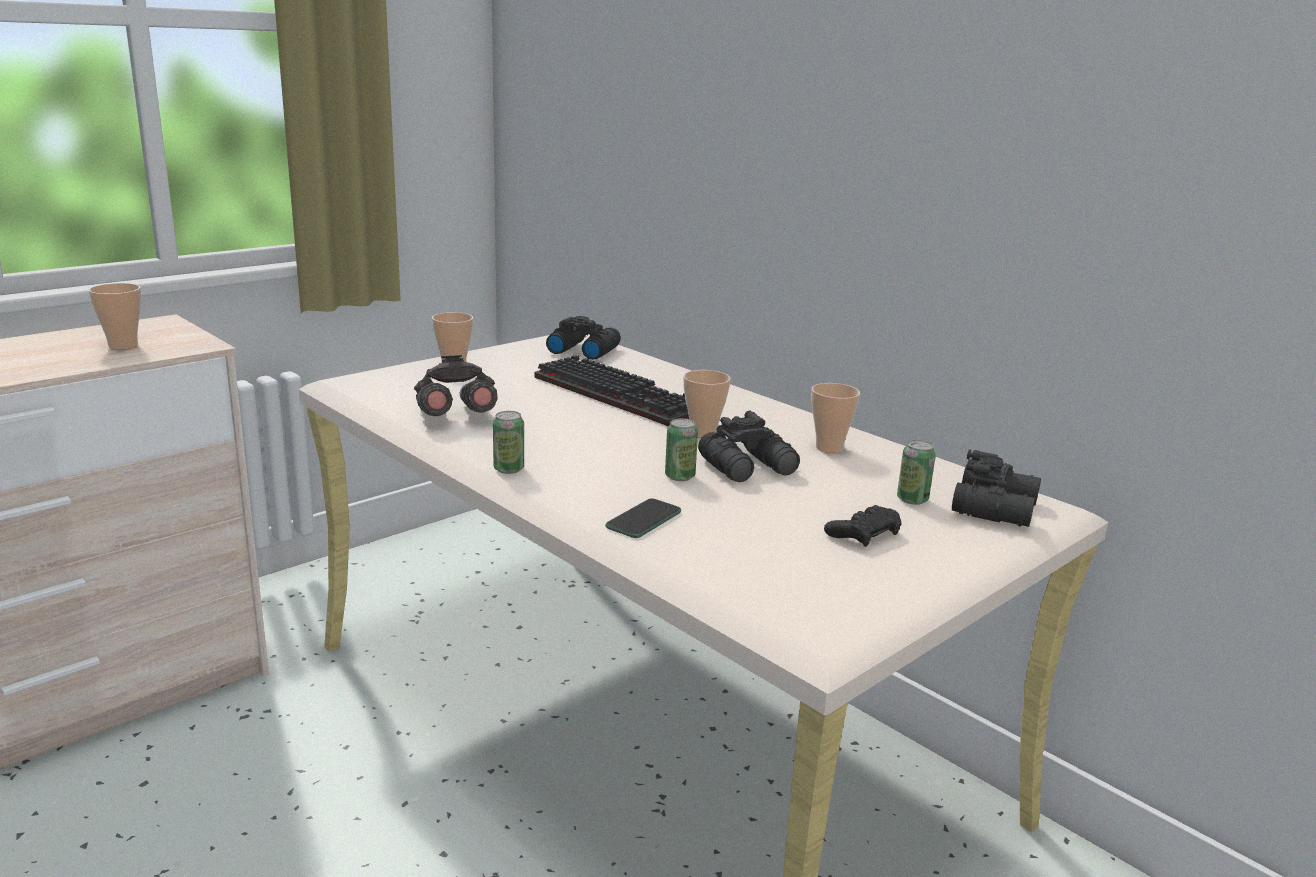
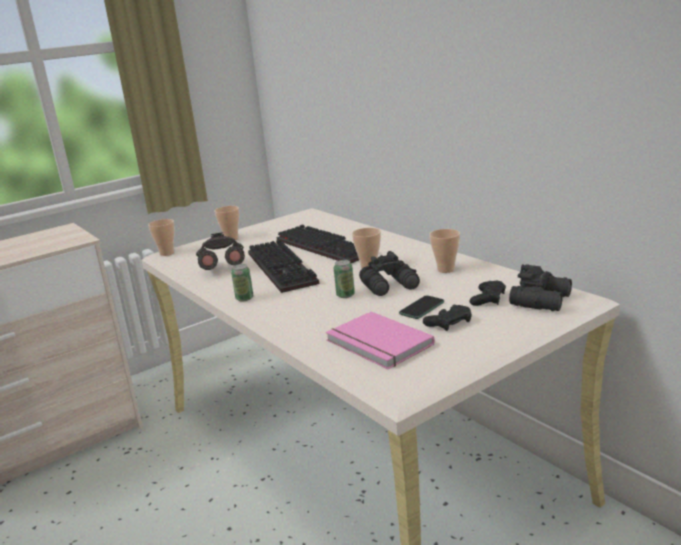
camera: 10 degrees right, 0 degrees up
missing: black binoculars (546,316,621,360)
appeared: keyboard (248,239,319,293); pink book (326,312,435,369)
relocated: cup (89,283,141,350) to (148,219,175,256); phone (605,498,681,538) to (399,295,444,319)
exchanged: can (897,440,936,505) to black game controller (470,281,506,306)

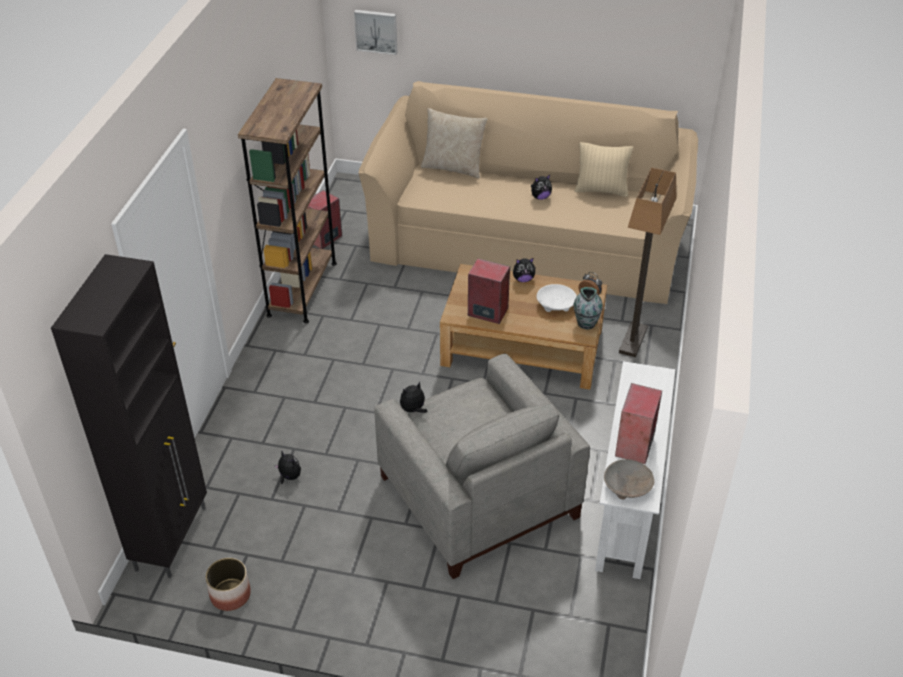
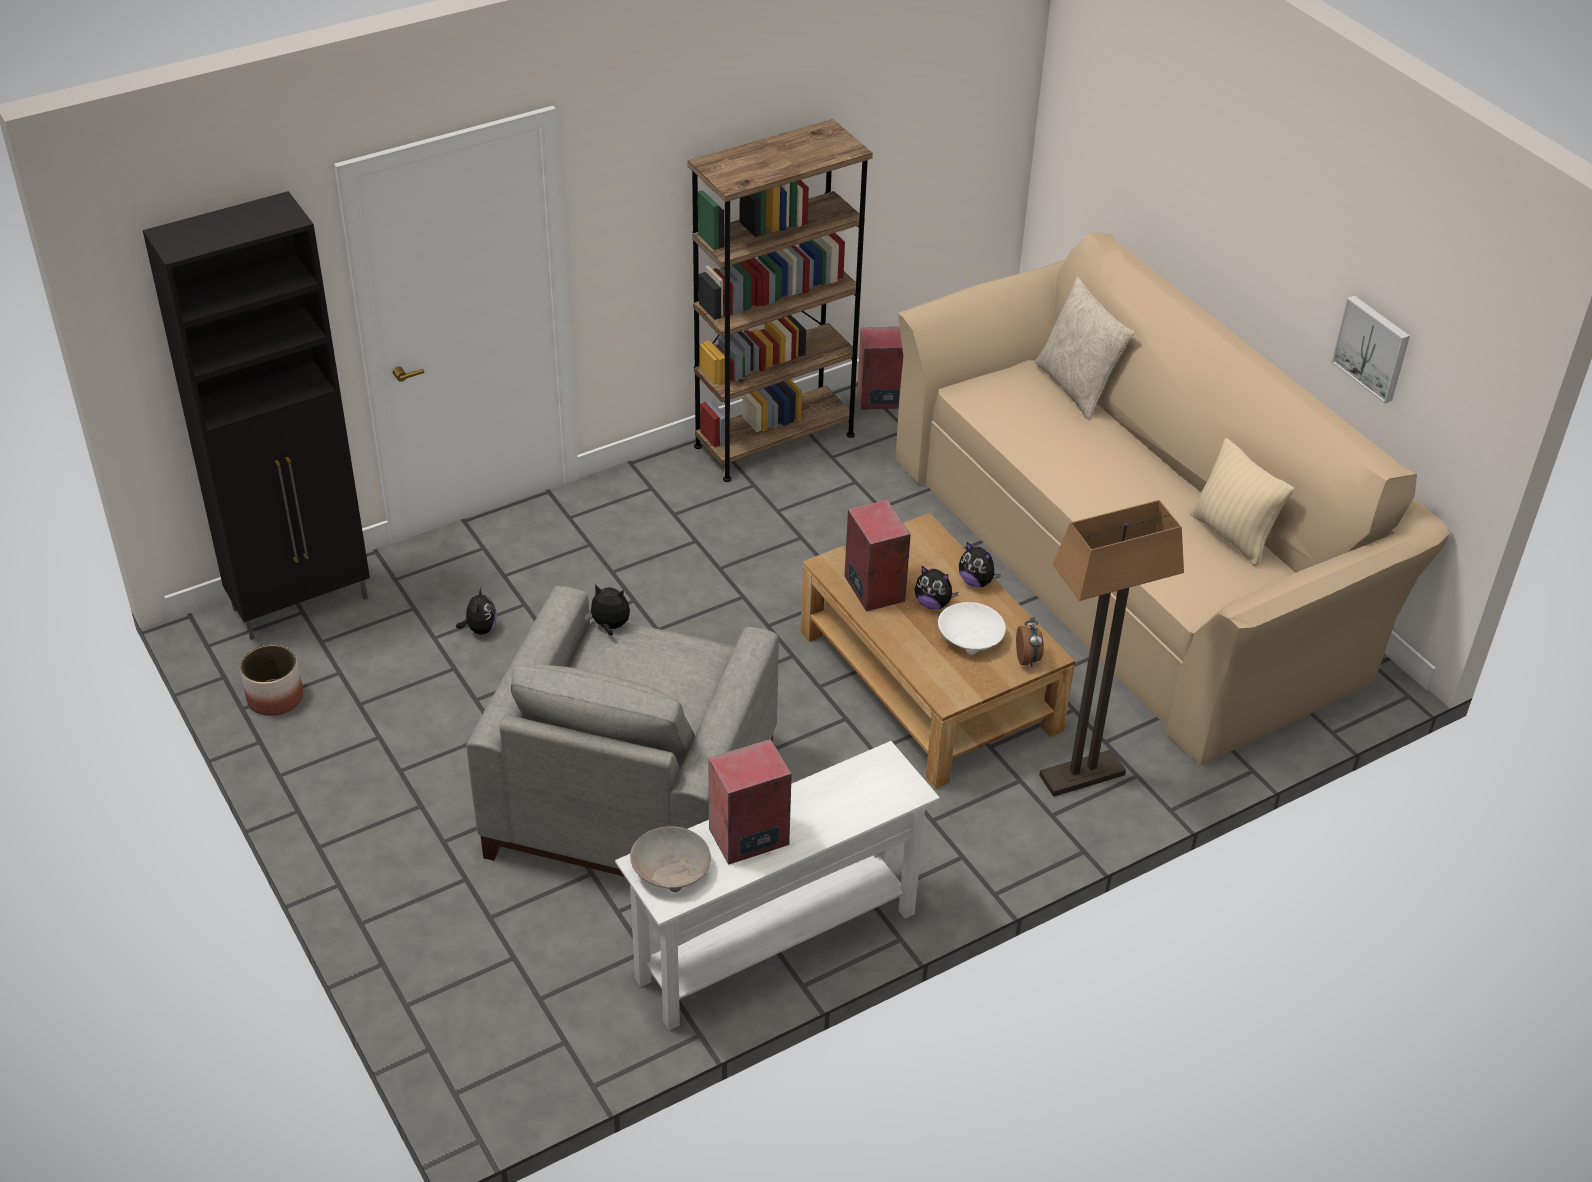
camera: 45 degrees right, 0 degrees up
missing: vase (573,287,603,329)
relocated: picture (354,10,397,55) to (1331,295,1410,403); plush toy (530,175,552,200) to (915,566,958,609)

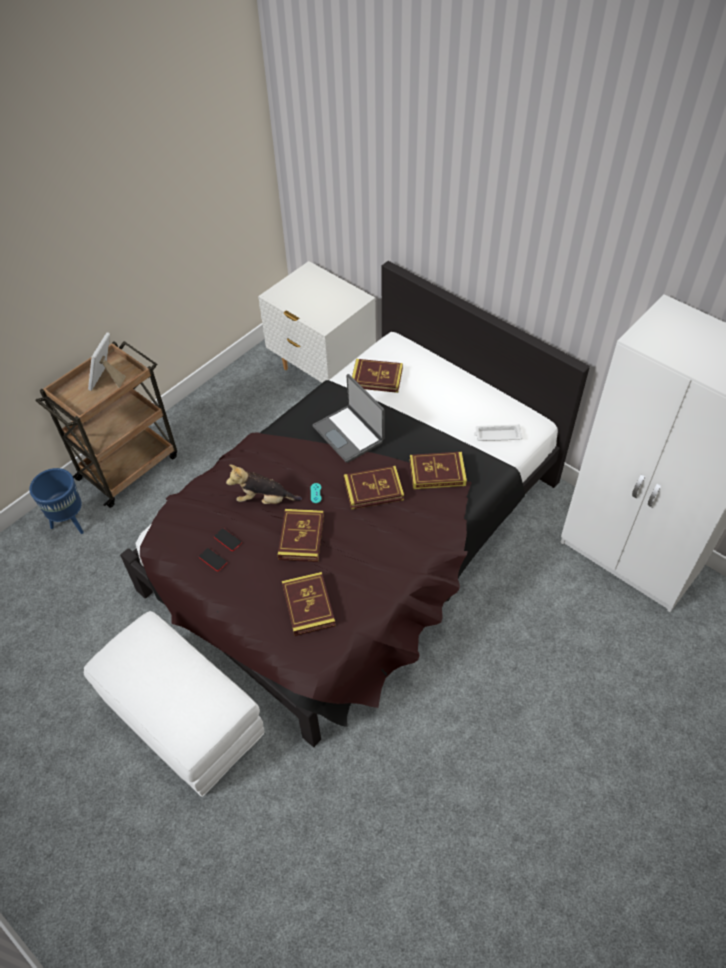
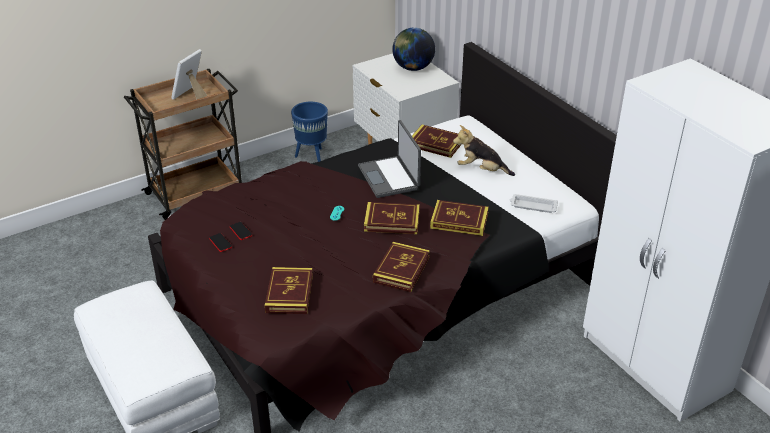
camera: 15 degrees right, 15 degrees down
appeared: globe (392,28,435,71)
relocated: blue planter (29,468,84,534) to (291,102,328,162); plush toy (226,465,302,504) to (453,125,515,176); book (278,509,324,562) to (373,242,430,292)

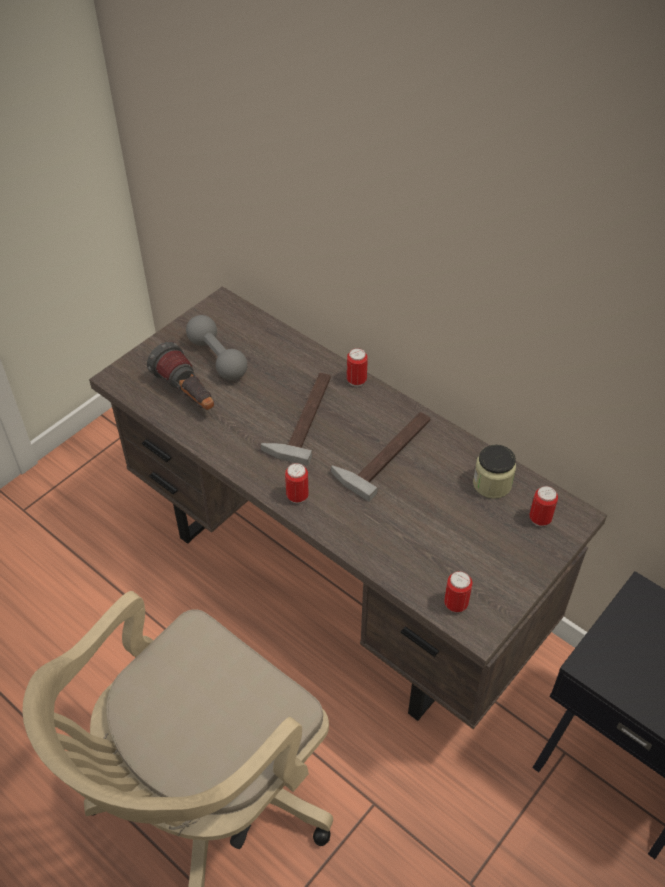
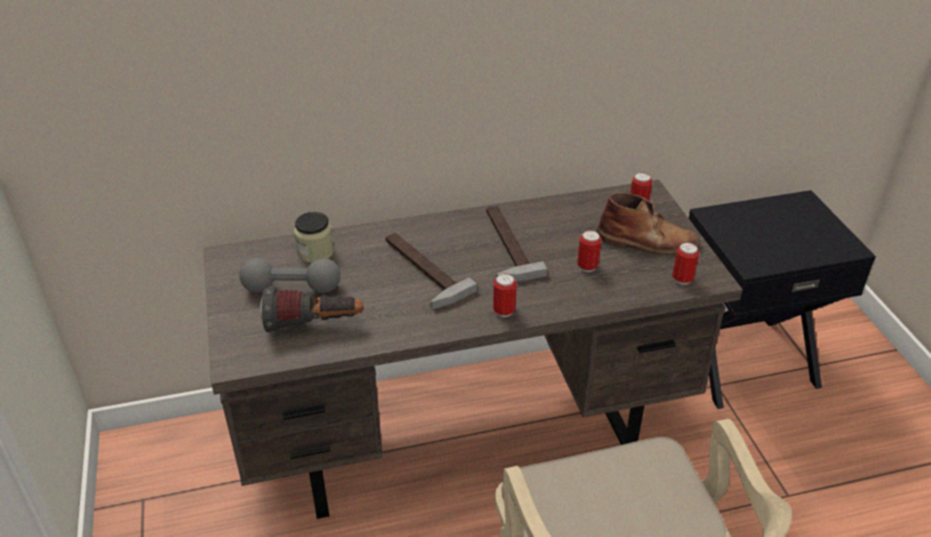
camera: 55 degrees left, 10 degrees down
appeared: brown boot (597,192,701,255)
relocated: can (347,348,368,387) to (577,230,602,272); jar (473,445,516,499) to (294,212,334,263)

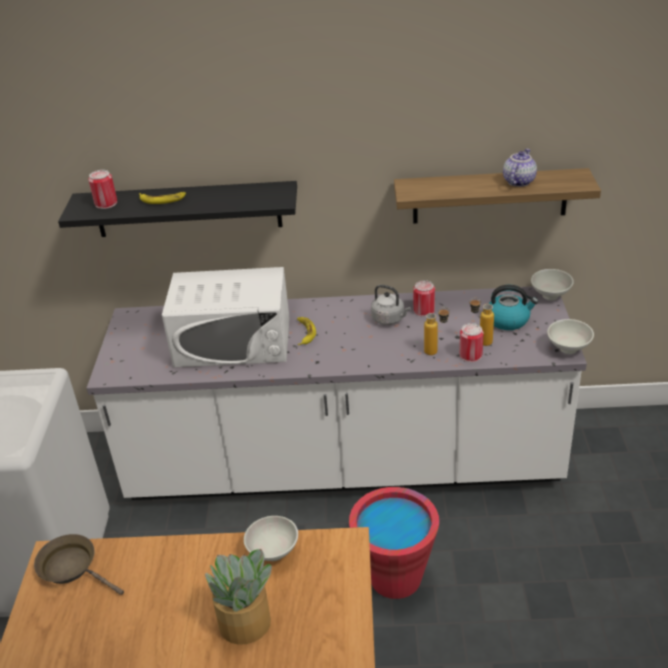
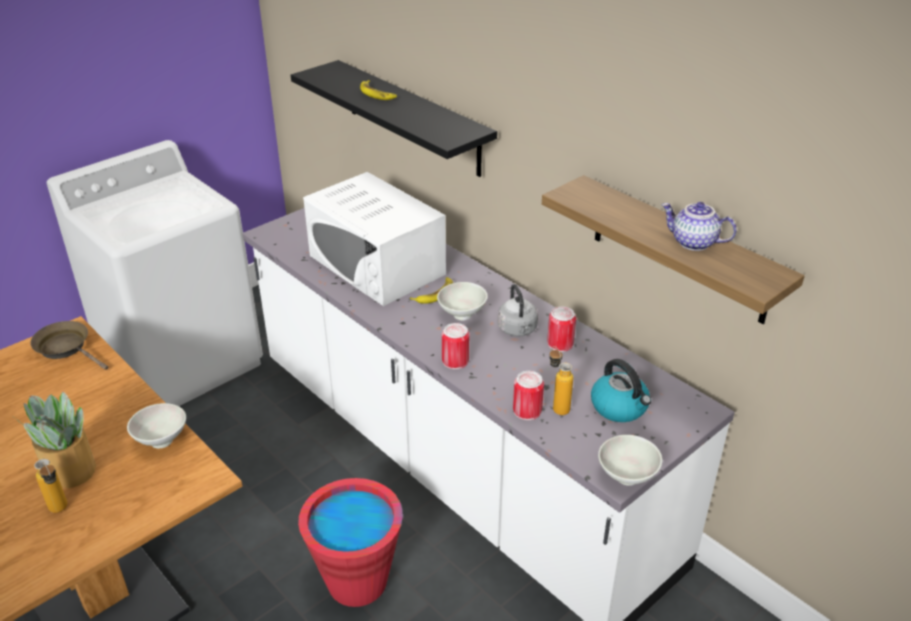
camera: 45 degrees right, 0 degrees up
relocated: can (88,170,117,209) to (442,323,469,369); bottle (424,307,450,355) to (34,459,68,513); white bowl (531,269,574,300) to (437,282,488,320)
spun: brown frying pan (34,534,124,595) = (30,321,108,370) 45 degrees counterclockwise; teapot (503,149,537,187) = (661,202,737,251) 135 degrees counterclockwise

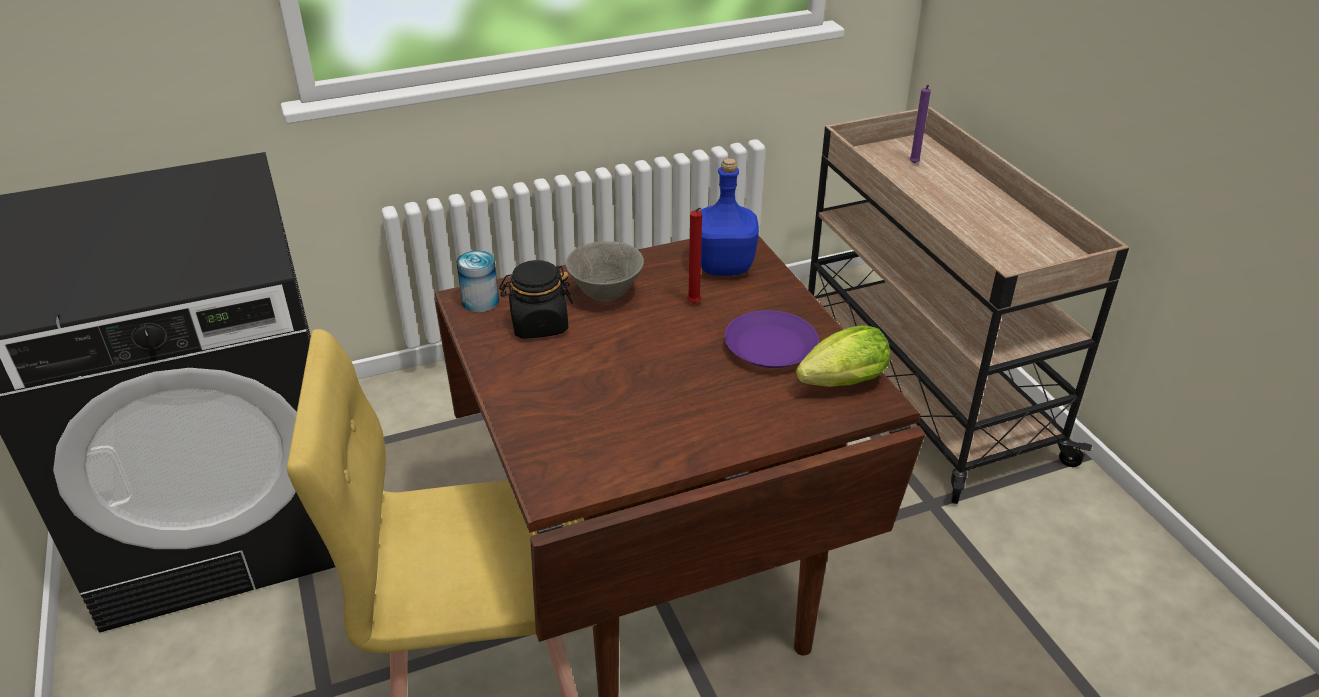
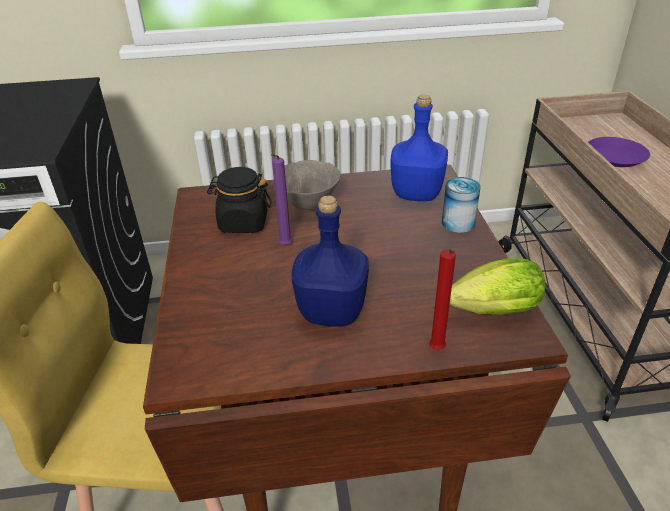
camera: 15 degrees right, 0 degrees up
appeared: blue bottle (291,196,369,327)
relocated: can (456,250,499,313) to (442,177,481,233); red candle (687,208,702,303) to (429,248,456,350); purple plate (724,310,819,368) to (588,137,650,167); purple candle (909,85,931,164) to (271,154,292,245)

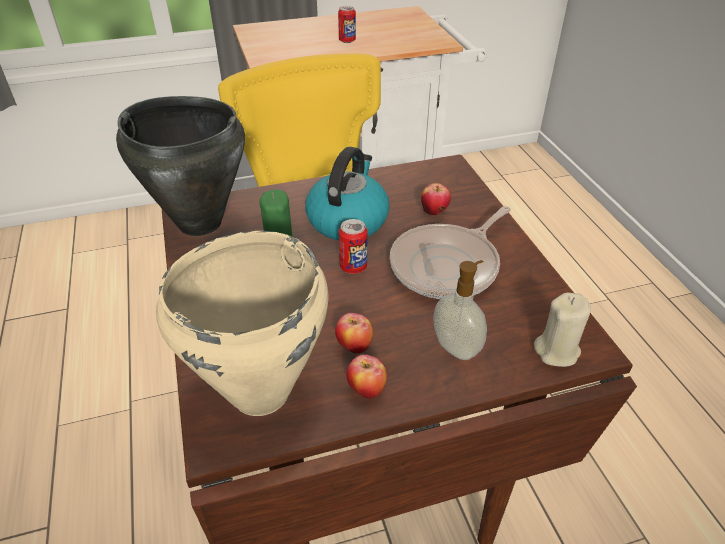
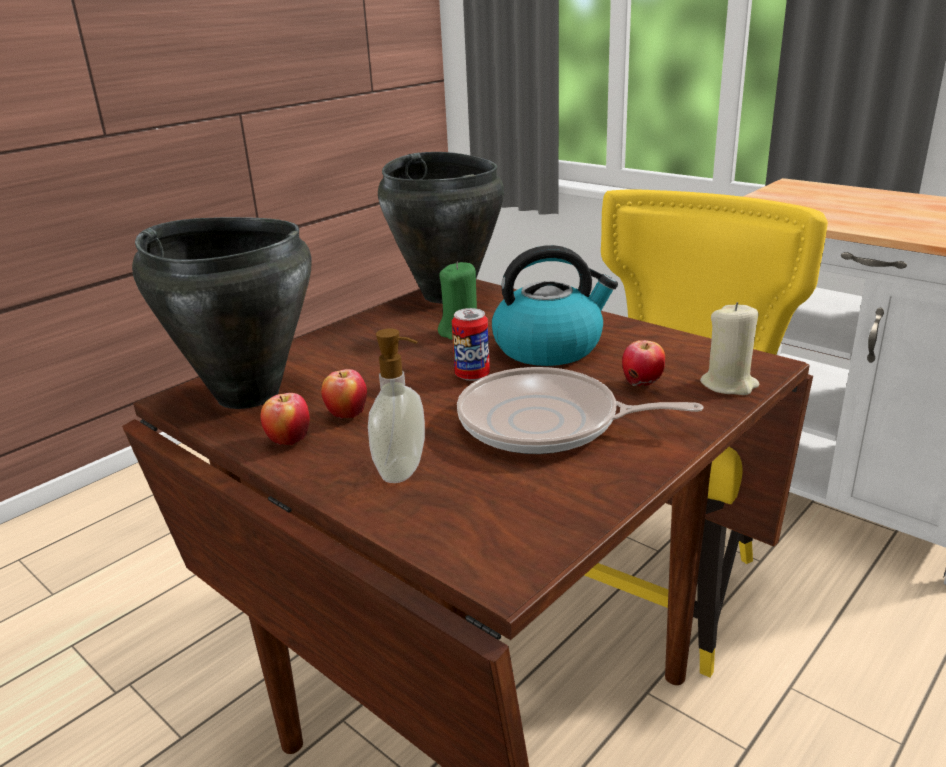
camera: 60 degrees right, 15 degrees down
missing: can (338,6,356,43)
relocated: beige candle (534,292,591,367) to (700,302,759,395)
colour: beige cooking pot (156,231,328,416) to black cooking pot (132,217,312,409)

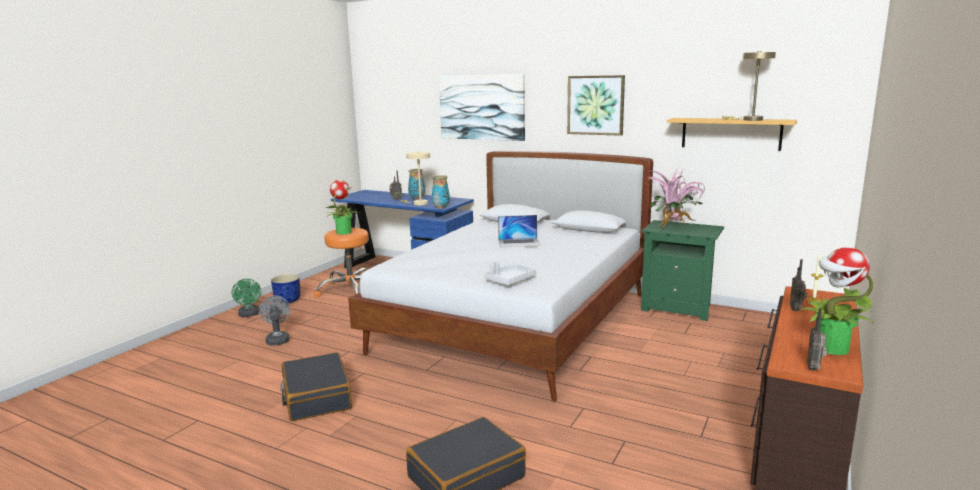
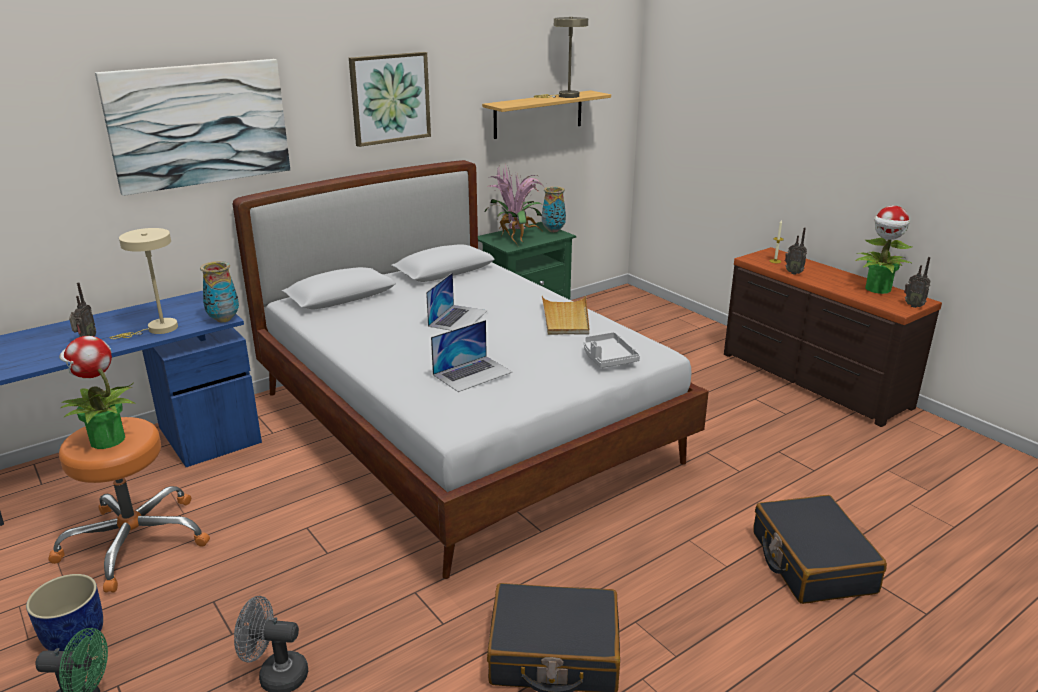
camera: 65 degrees left, 10 degrees up
appeared: laptop (431,320,512,392); beige tray (542,295,589,335)
relocated: vase (408,169,425,200) to (542,186,566,232)

